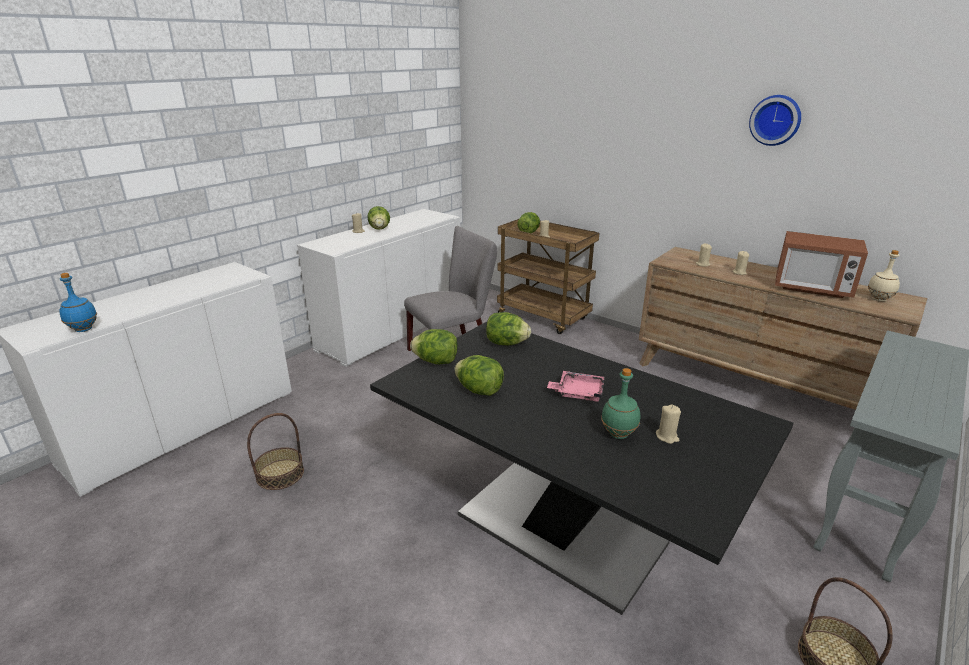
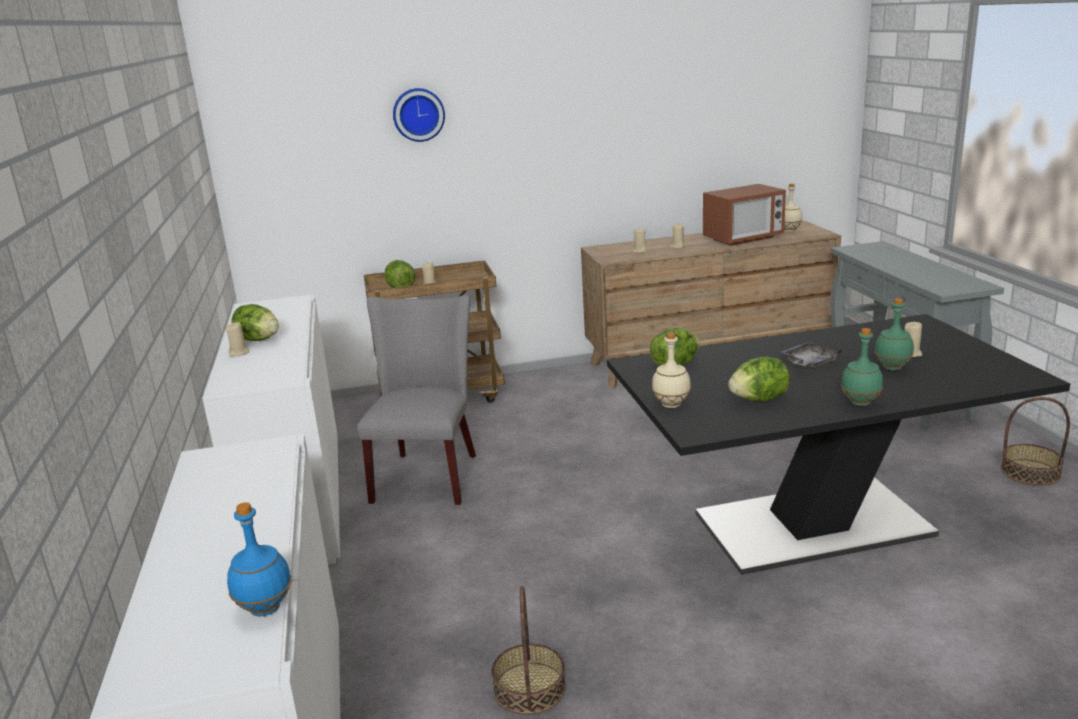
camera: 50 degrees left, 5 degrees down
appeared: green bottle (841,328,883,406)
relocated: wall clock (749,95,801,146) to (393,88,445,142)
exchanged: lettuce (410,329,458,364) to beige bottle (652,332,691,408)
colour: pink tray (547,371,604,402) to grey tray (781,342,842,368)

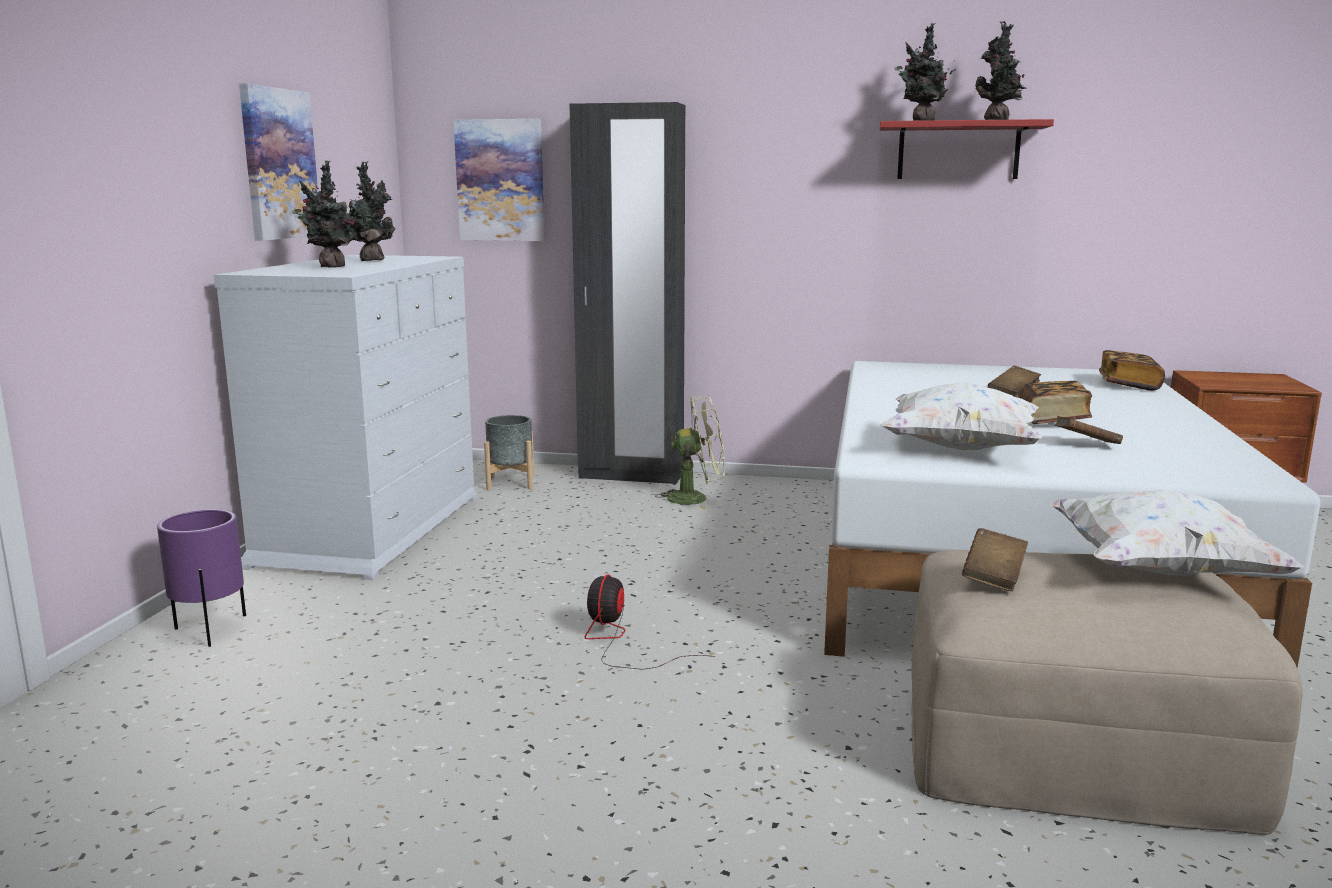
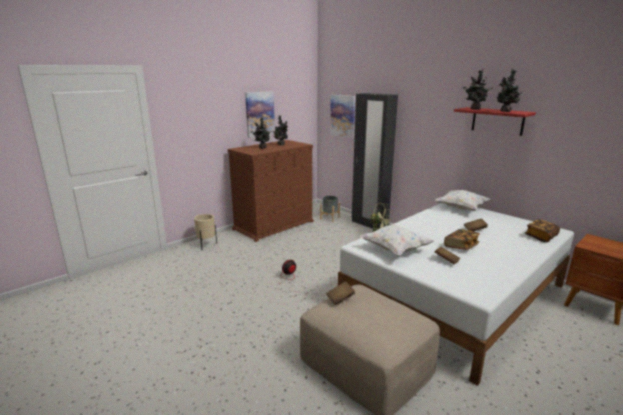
camera: 35 degrees right, 5 degrees up
relocated: white pillow (1050,490,1304,576) to (435,190,490,211)
colour: purple planter (157,509,246,647) to beige planter (194,214,217,250); white dresser (213,255,477,580) to brown dresser (228,140,314,242)

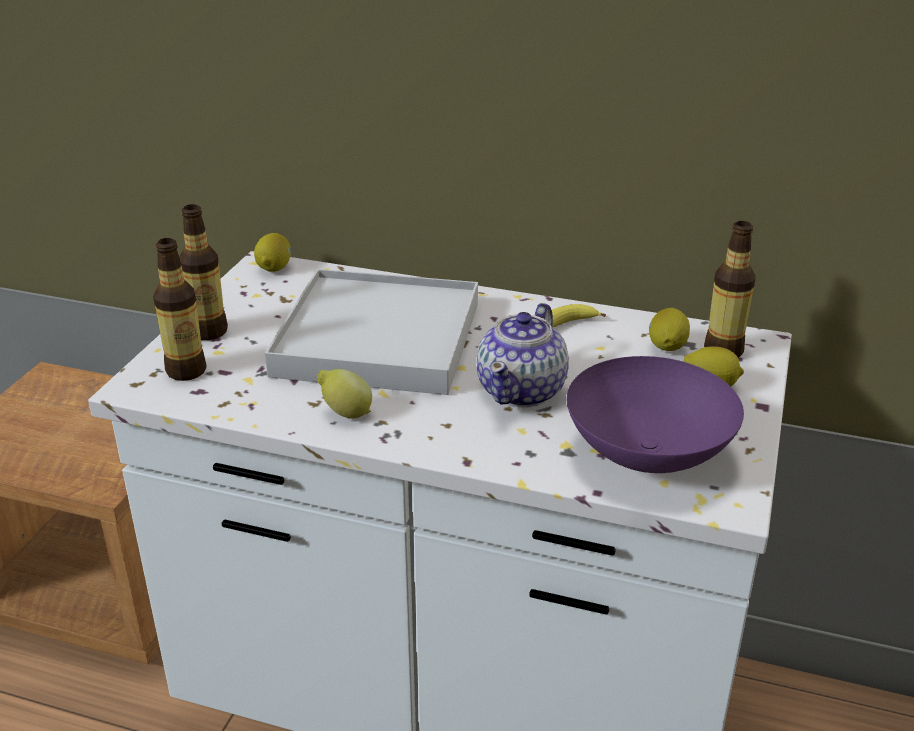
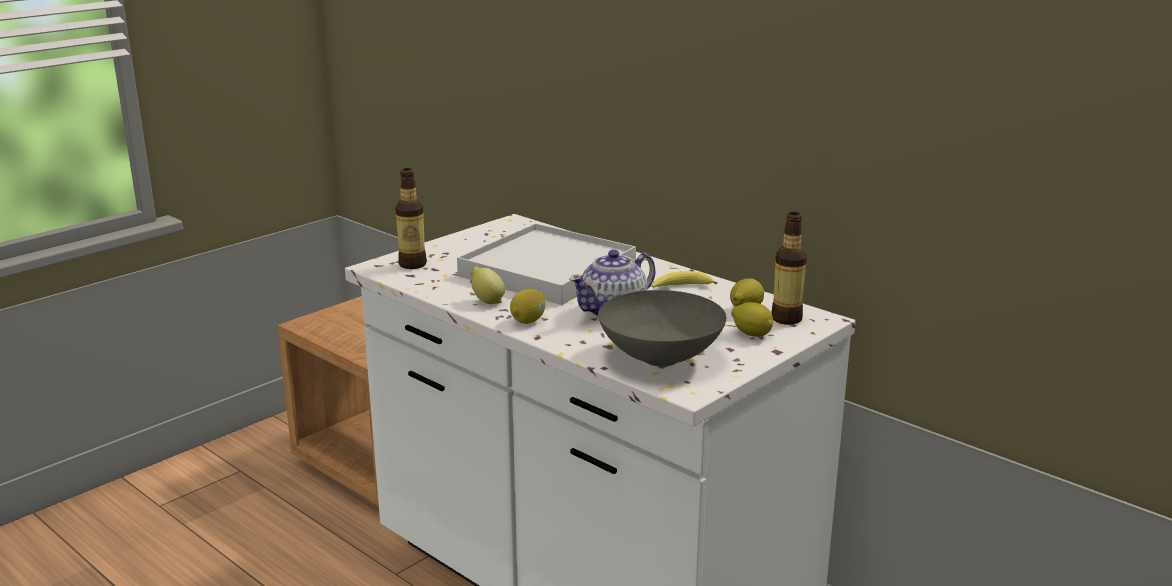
camera: 25 degrees right, 10 degrees down
missing: bottle (179,204,228,340)
relocated: lemon (254,233,291,272) to (510,289,546,324)
colour: purple bowl (567,356,744,473) to grey bowl (598,290,727,367)

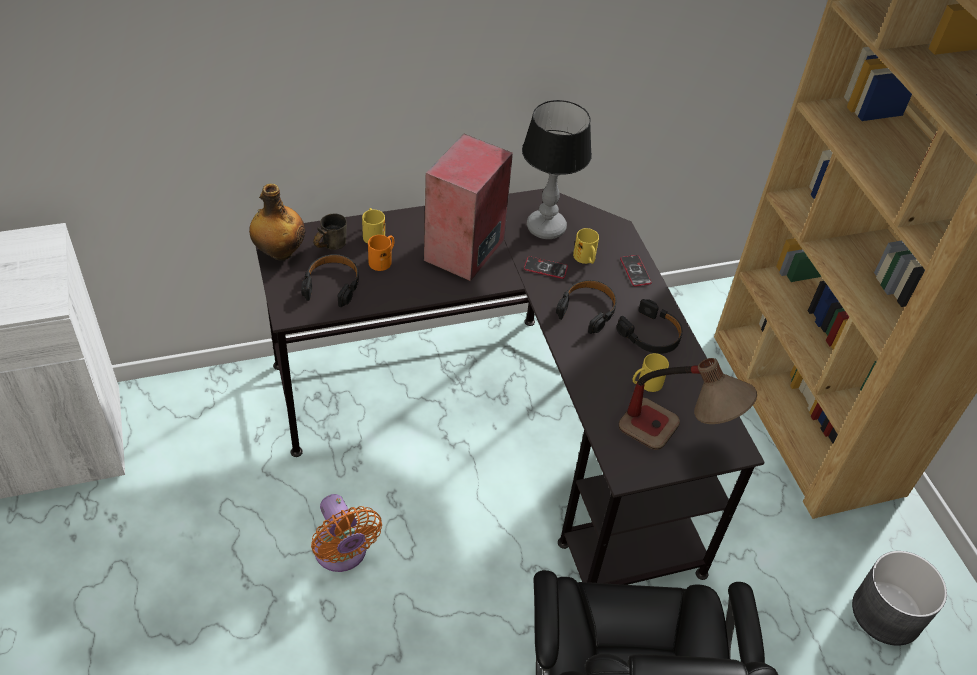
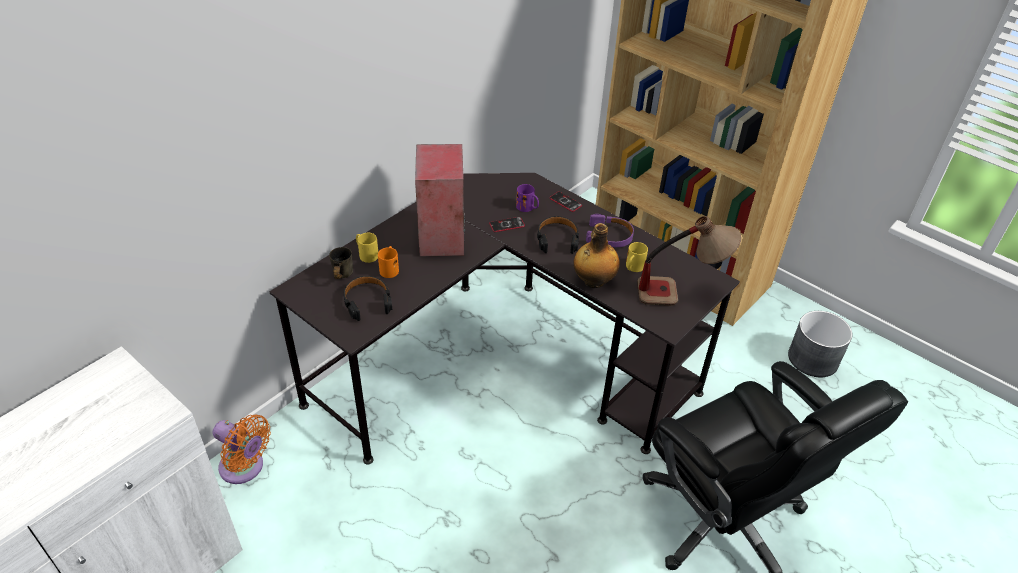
camera: 30 degrees left, 5 degrees down
missing: table lamp (522,100,592,239)
relocated: bottle (249,183,305,261) to (574,223,620,288); orange fan (311,494,382,572) to (213,414,271,484)
colour: yellow mug (573,228,599,264) to purple mug (516,184,539,212); black headphones (616,299,683,354) to purple headphones (586,214,634,247)

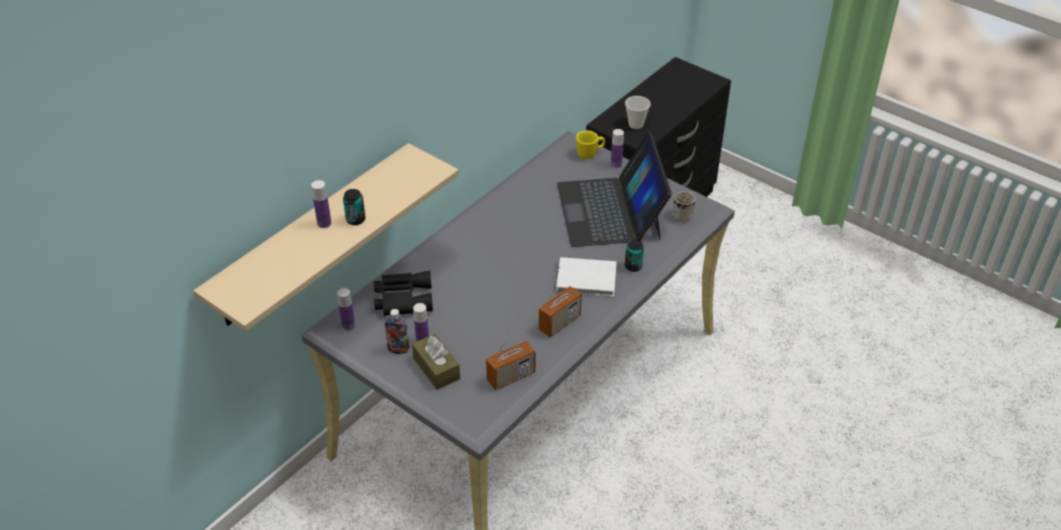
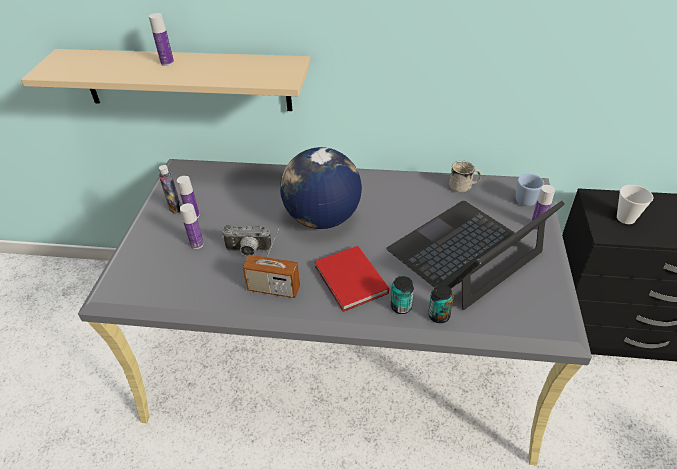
camera: 60 degrees right, 0 degrees up
missing: black binoculars (374,271,433,316); brown tissue box (412,334,460,390); radio (486,320,535,390)
appeared: photo camera (222,225,271,256); globe (280,147,362,229)
relocated: bottle (337,288,355,331) to (180,203,204,249); can (343,189,366,225) to (428,285,454,323); white mug (672,191,696,222) to (449,161,481,193)
colour: white book (556,257,617,297) to red book (315,246,389,312); yellow mug (576,130,605,159) to blue mug (516,174,544,206)

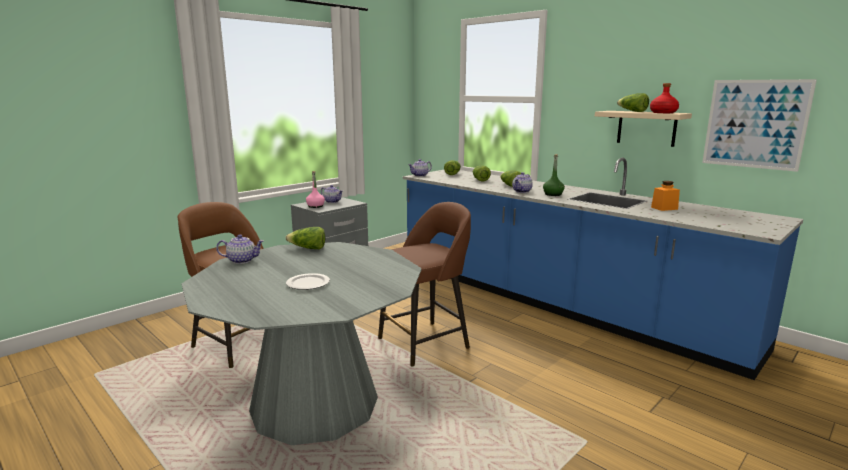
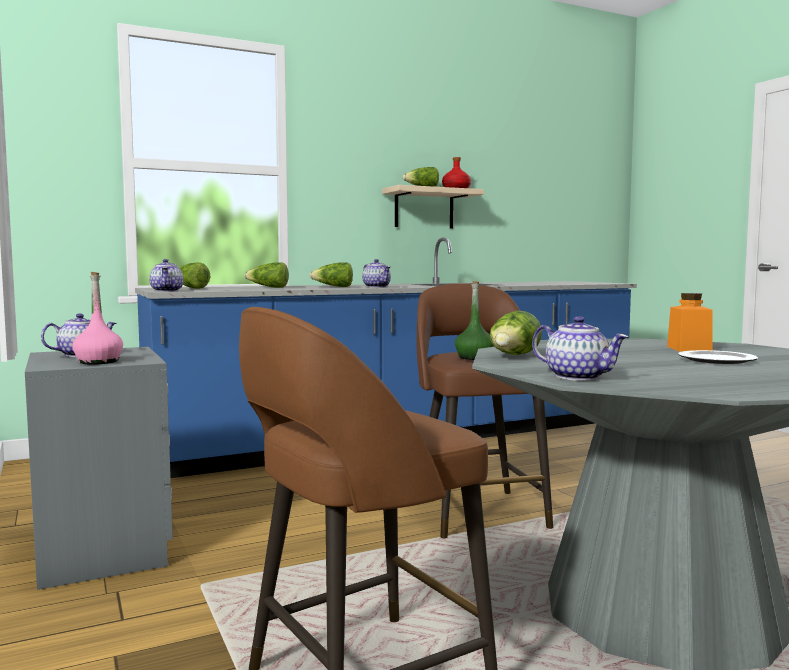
camera: 70 degrees left, 10 degrees down
missing: picture (702,79,817,172)
relocated: green bottle (543,154,565,196) to (455,281,494,360); orange jar (651,181,680,211) to (667,293,713,352)
spun: teapot (216,234,264,264) = (532,316,628,381) 120 degrees clockwise

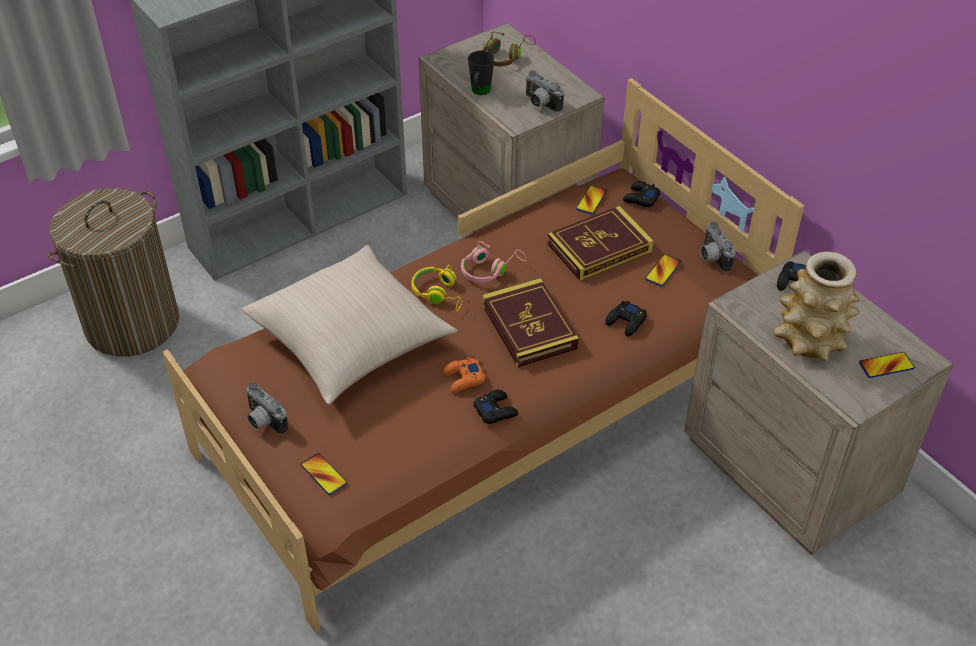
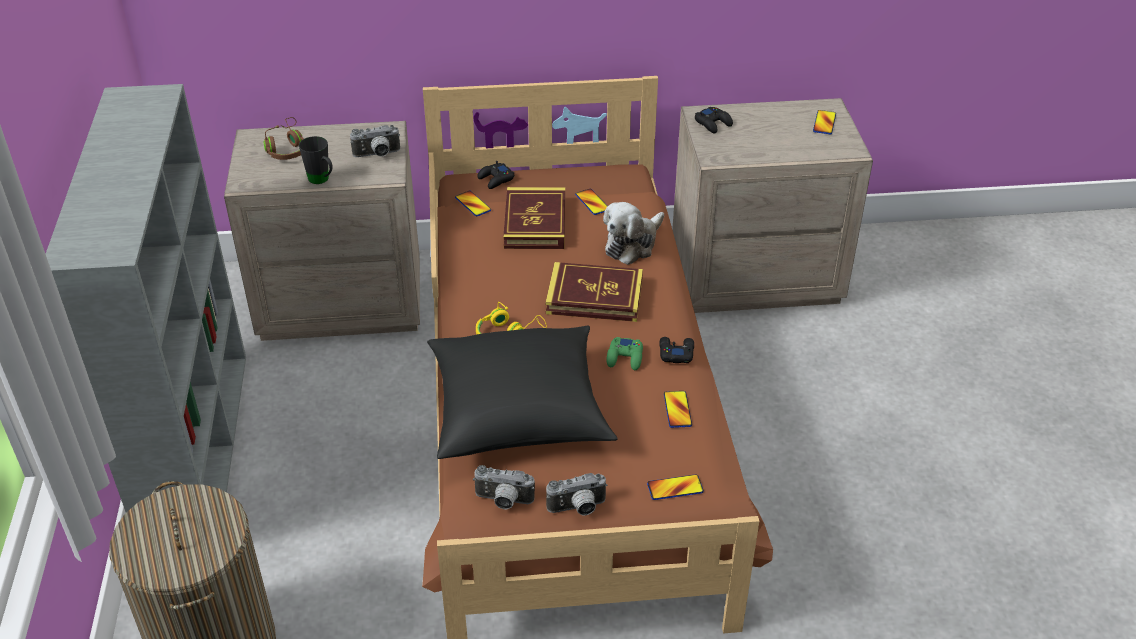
camera: 60 degrees left, 5 degrees down
missing: pink headphones (461,241,527,283); vase (773,252,859,361)
appeared: phone (664,391,692,428)
relocated: photo camera (701,222,736,273) to (473,465,535,509)
exchanged: black game controller (606,301,647,337) to plush toy (603,202,664,265)
colour: beige pillow (242,245,458,405) to black pillow (427,326,618,459); orange game controller (443,357,485,393) to green game controller (606,337,643,370)

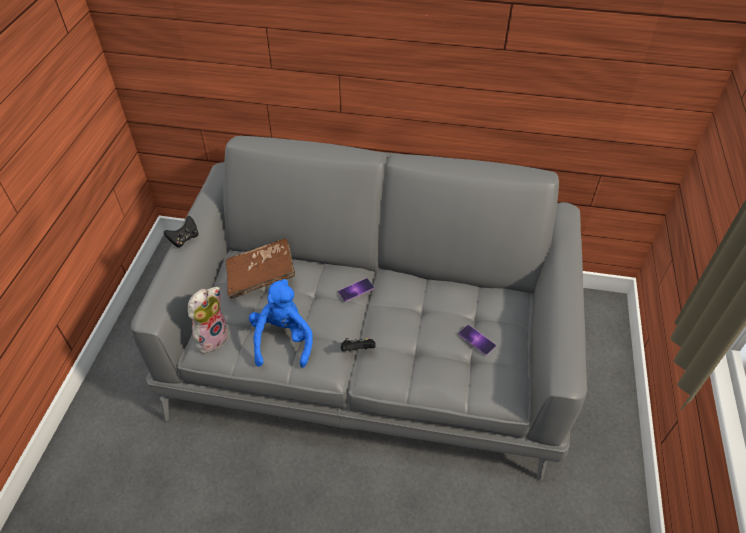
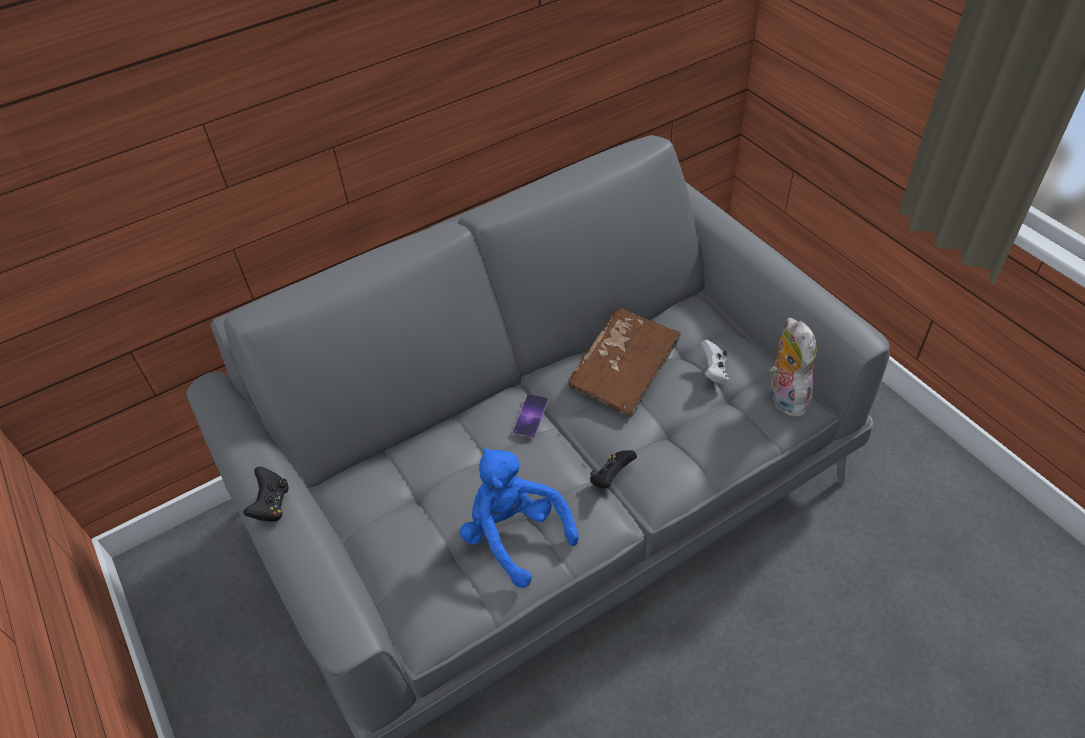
camera: 40 degrees left, 0 degrees up
relocated: plush toy (188,287,229,353) to (770,317,817,417); brown book (226,239,295,299) to (568,308,681,417)
exchanged: phone (458,325,496,355) to white game controller (701,340,729,384)

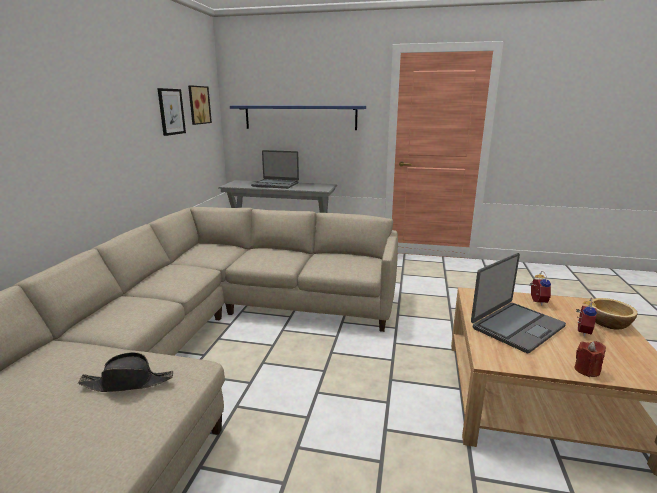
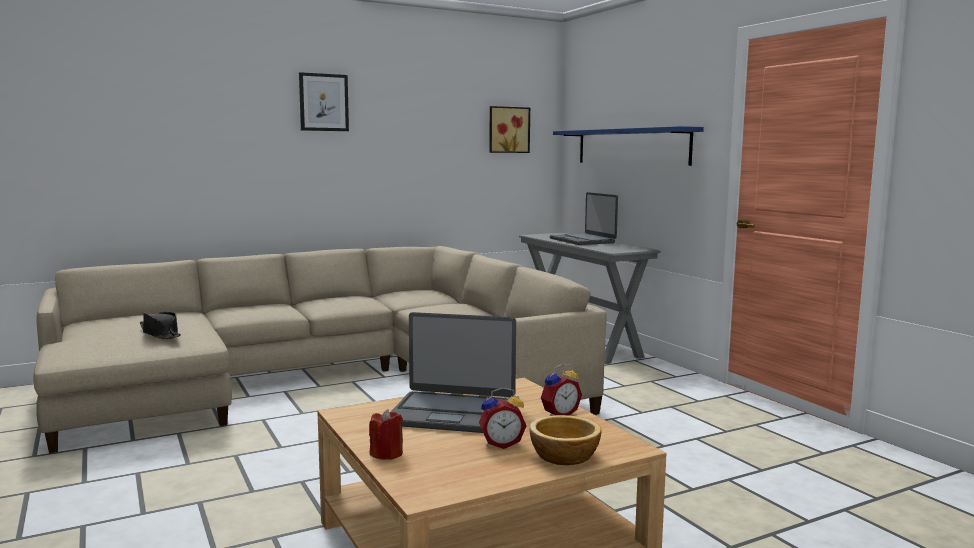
camera: 50 degrees right, 10 degrees down
relocated: picture (157,88,186,136) to (299,72,349,131)

